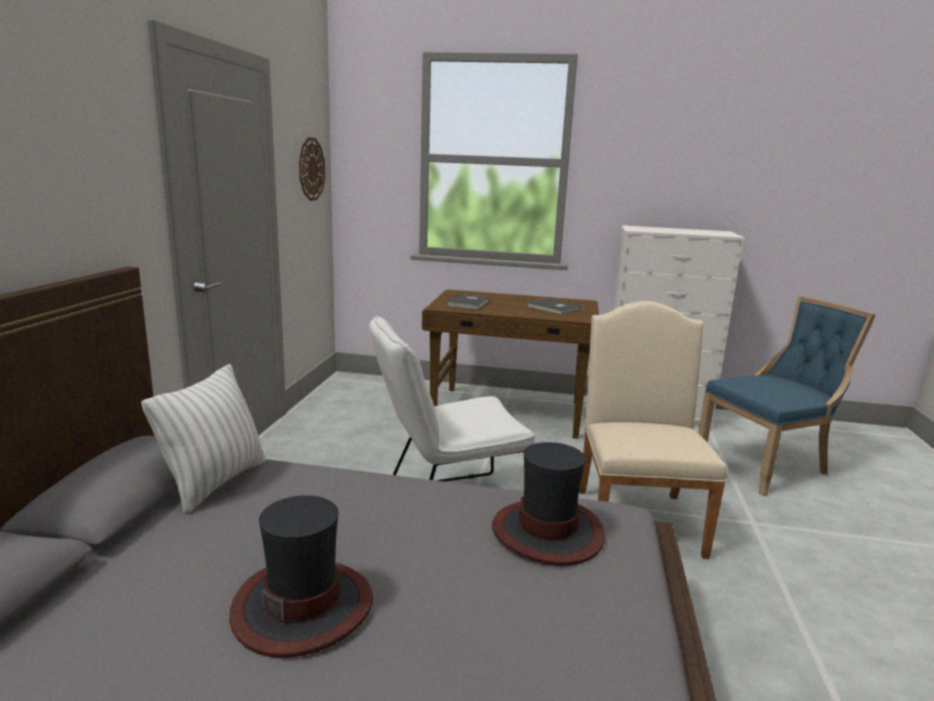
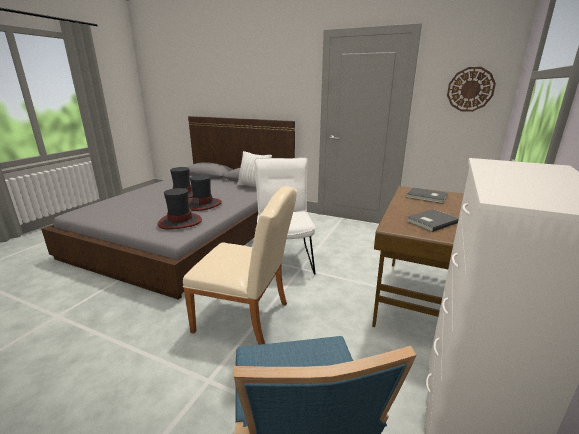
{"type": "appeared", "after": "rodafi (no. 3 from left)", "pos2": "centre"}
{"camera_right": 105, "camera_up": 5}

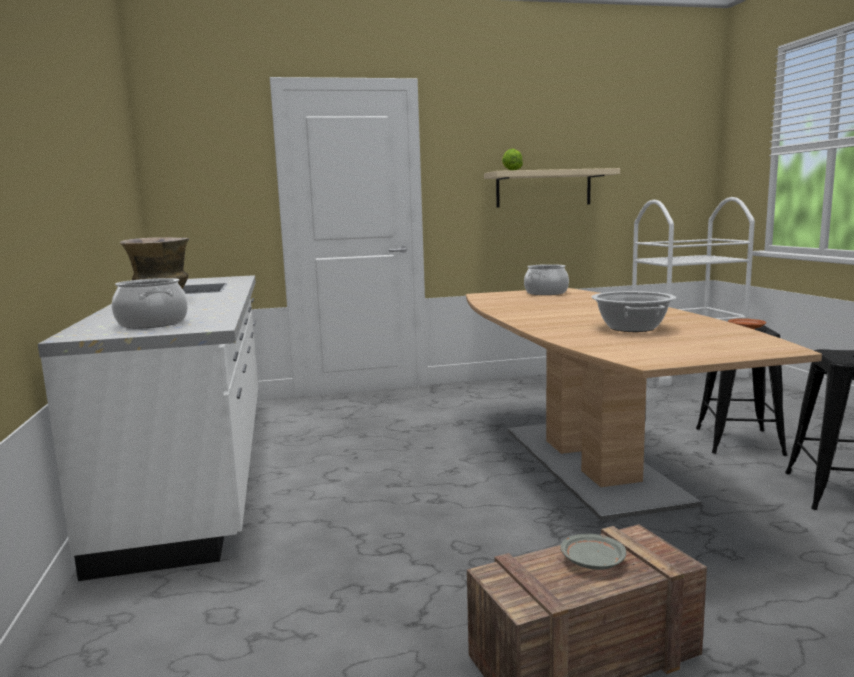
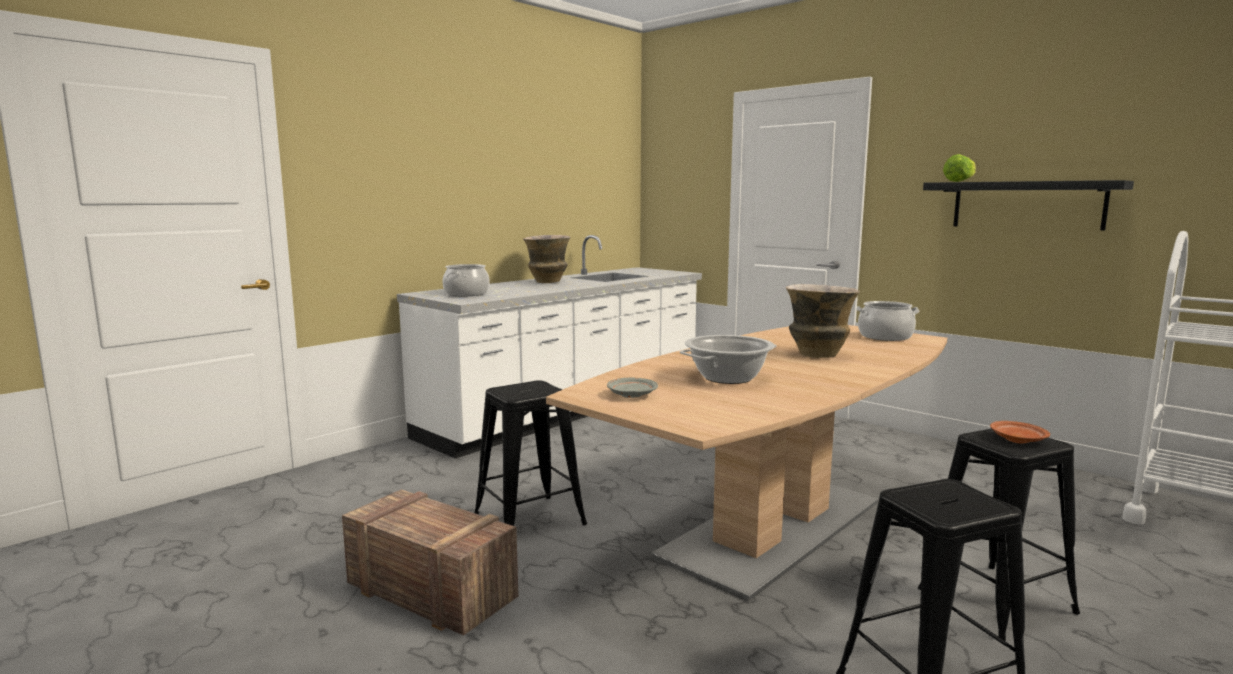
{"type": "colour", "before": "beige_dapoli", "after": "black_dapoli", "pos1": "top centre", "pos2": "top right"}
{"type": "relocated", "before": "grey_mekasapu", "pos1": "bottom right", "pos2": "centre"}
{"type": "appeared", "after": "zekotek (no. 2 from left)", "pos2": "middle right"}
{"type": "appeared", "after": "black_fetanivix (no. 1 from left)", "pos2": "bottom centre"}
{"camera_right": 55, "camera_up": 0}

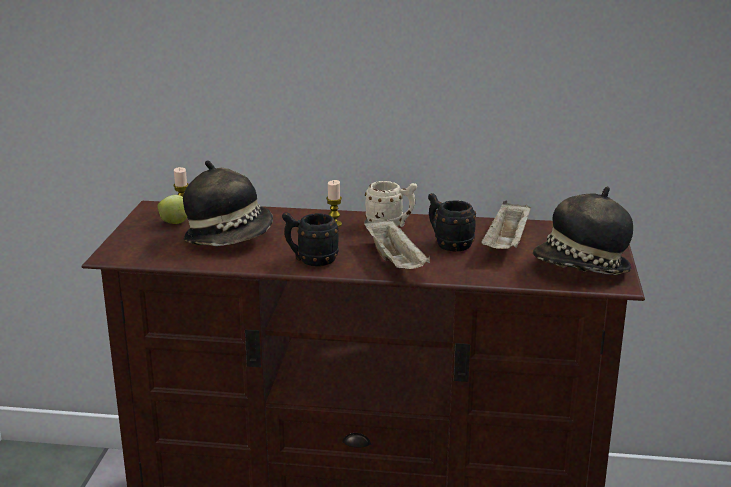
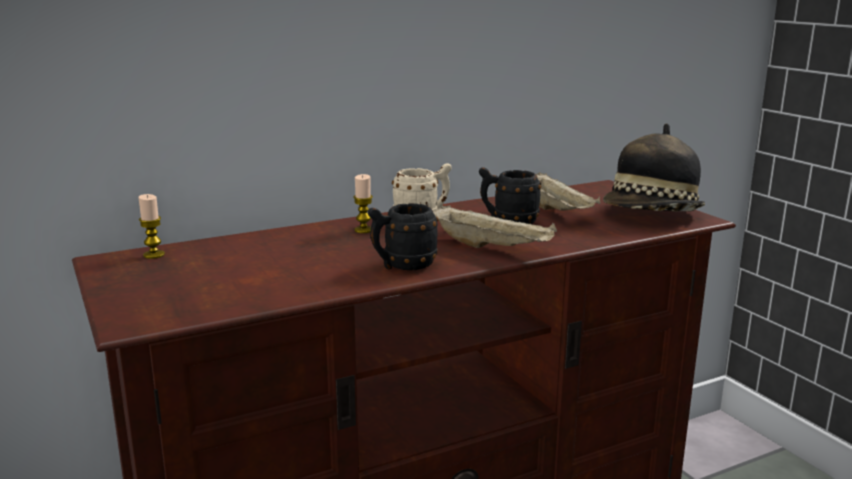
{"type": "missing", "before": "rodafi (no. 1 from left)", "pos1": "middle left"}
{"type": "missing", "before": "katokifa", "pos1": "middle left"}
{"camera_right": -35, "camera_up": -5}

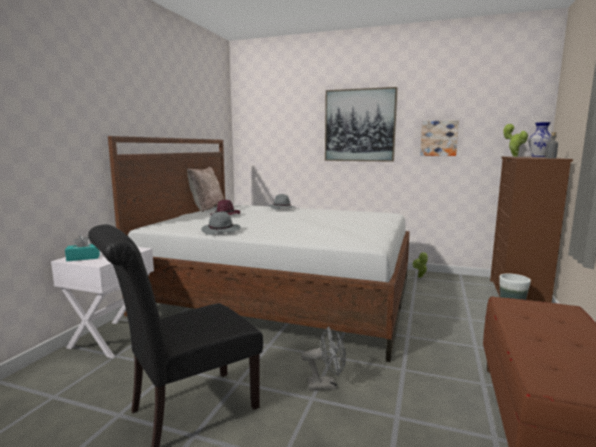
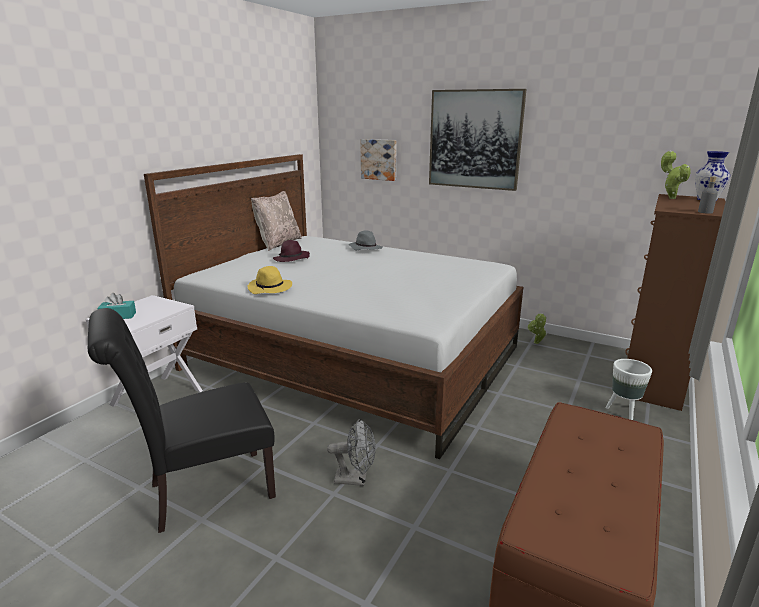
{"type": "relocated", "before": "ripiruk (no. 2 from left in the first image)", "after": "ripiruk (no. 1 from left)", "pos1": "top right", "pos2": "top centre"}
{"type": "colour", "before": "grey_rodafi (no. 1 from left)", "after": "yellow_rodafi", "pos1": "centre", "pos2": "centre"}
{"camera_right": 10, "camera_up": 10}

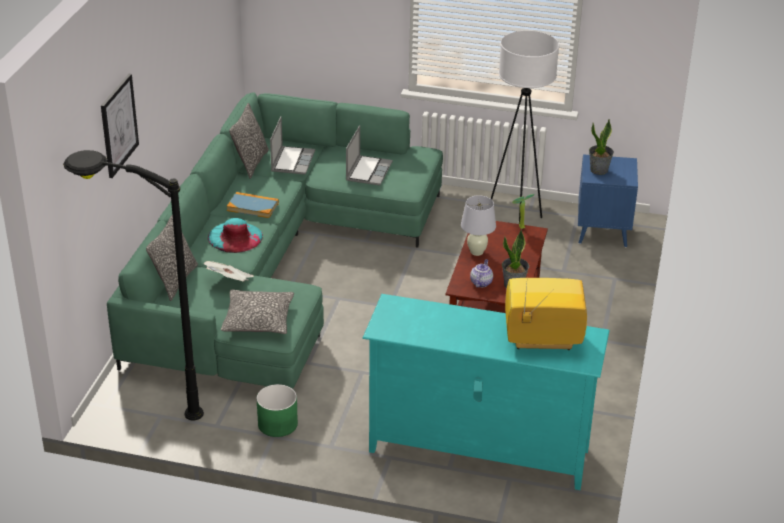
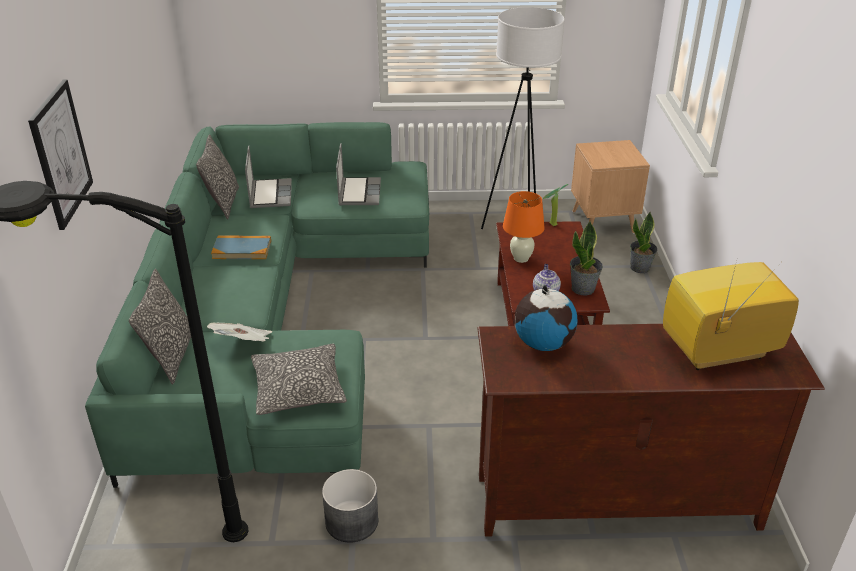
{"type": "relocated", "before": "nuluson (no. 3 from left)", "pos1": "top right", "pos2": "middle right"}
{"type": "colour", "before": "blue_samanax", "after": "brown_samanax", "pos1": "middle right", "pos2": "top right"}
{"type": "colour", "before": "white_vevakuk", "after": "orange_vevakuk", "pos1": "centre", "pos2": "centre"}
{"type": "missing", "before": "turquoise_rodafi", "pos1": "middle left"}
{"type": "colour", "before": "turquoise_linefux", "after": "brown_linefux", "pos1": "bottom centre", "pos2": "bottom right"}
{"type": "colour", "before": "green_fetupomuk", "after": "grey_fetupomuk", "pos1": "bottom centre", "pos2": "bottom centre"}
{"type": "appeared", "after": "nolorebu", "pos2": "centre"}
{"camera_right": -15, "camera_up": 0}

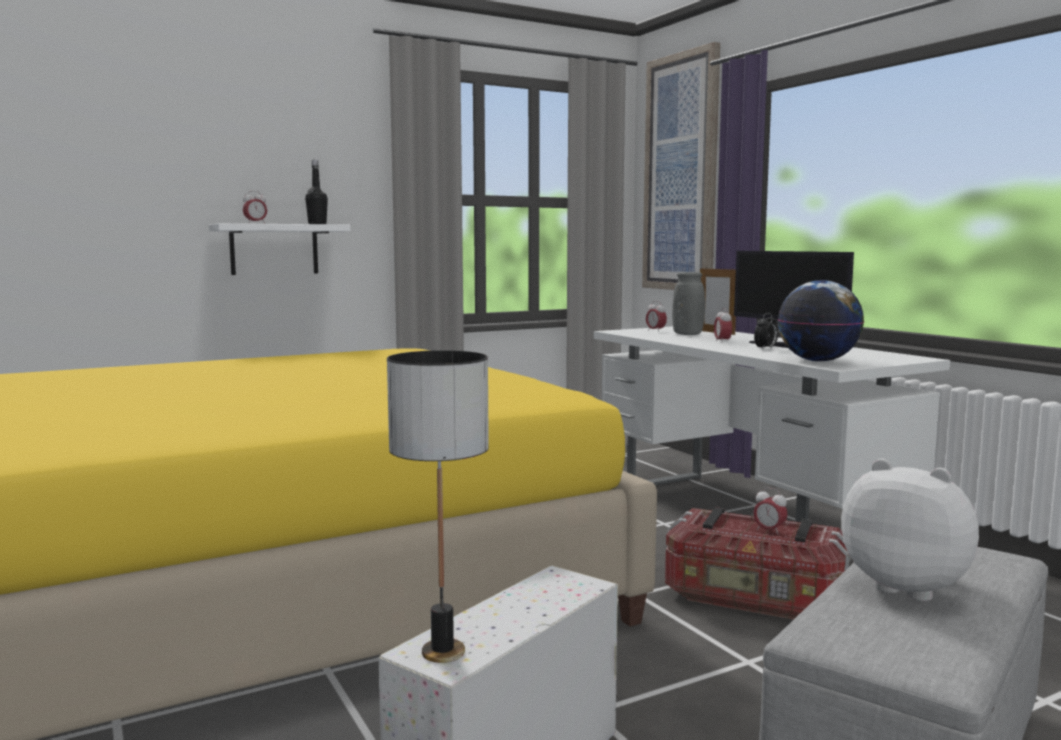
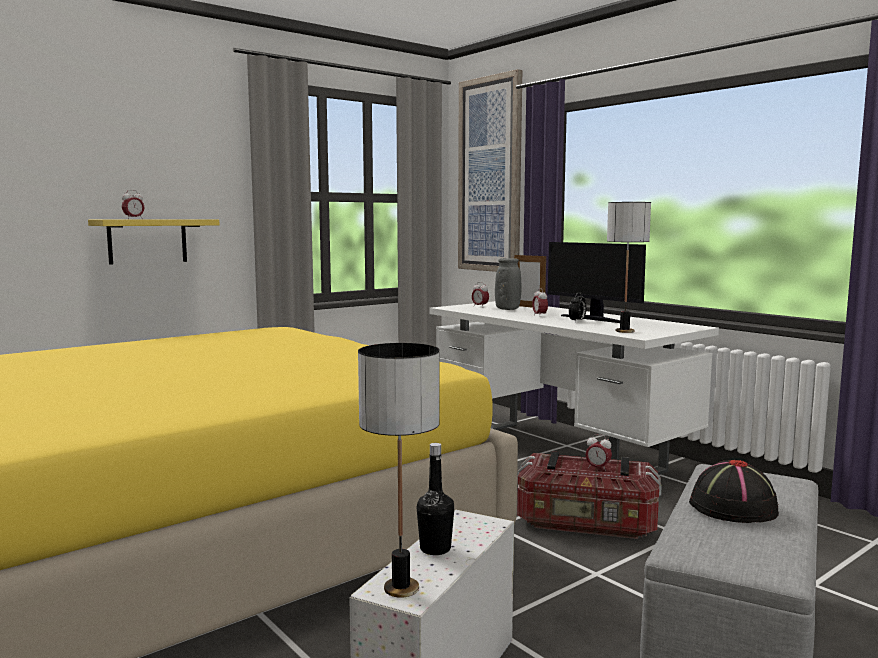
{"type": "relocated", "before": "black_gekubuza", "pos1": "top left", "pos2": "bottom centre"}
{"type": "colour", "before": "white_dapoli", "after": "yellow_dapoli", "pos1": "middle left", "pos2": "middle left"}
{"type": "exchanged", "before": "nolorebu", "after": "vevakuk (no. 2 from left)", "pos1": "middle right", "pos2": "middle right"}
{"type": "exchanged", "before": "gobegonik", "after": "black_rodafi", "pos1": "bottom right", "pos2": "bottom right"}
{"camera_right": -10, "camera_up": 0}

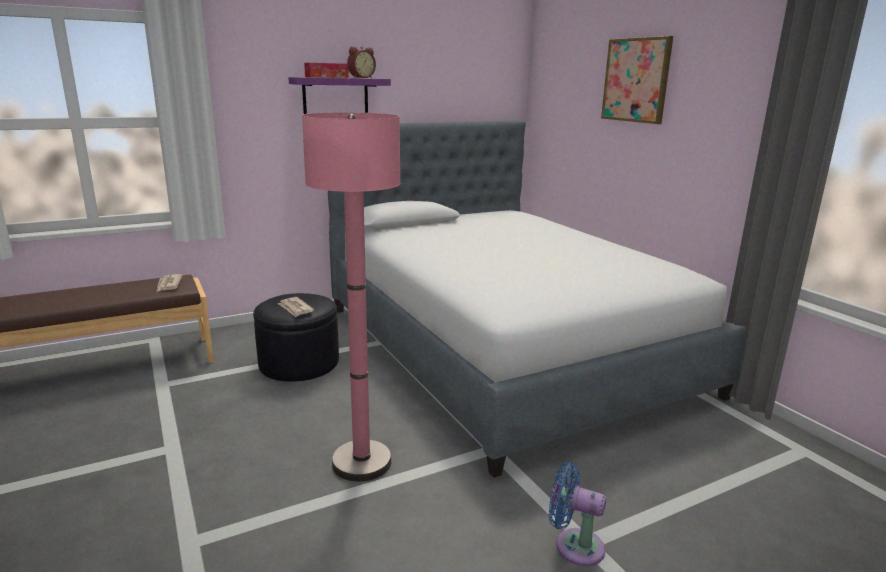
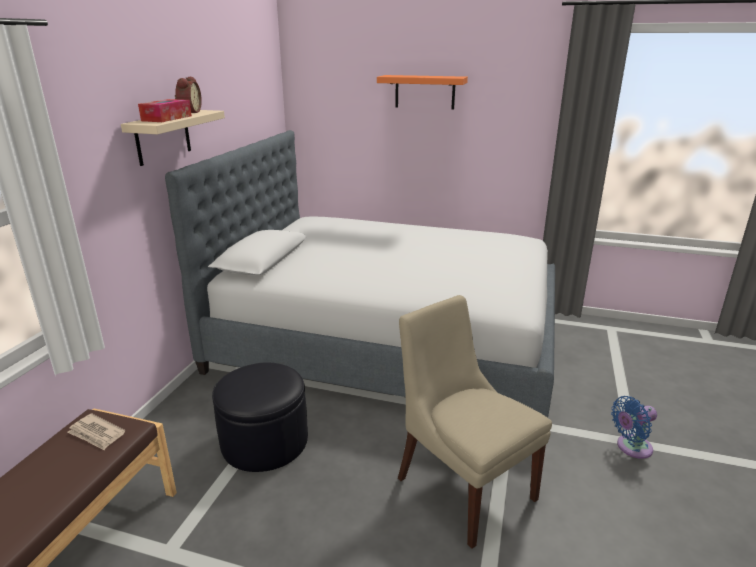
{"type": "exchanged", "before": "ripiruk", "after": "orange_dapoli", "pos1": "top right", "pos2": "top centre"}
{"type": "colour", "before": "purple_dapoli", "after": "beige_dapoli", "pos1": "top centre", "pos2": "top left"}
{"type": "exchanged", "before": "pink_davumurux", "after": "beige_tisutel", "pos1": "centre", "pos2": "bottom centre"}
{"type": "missing", "before": "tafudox (no. 2 from left)", "pos1": "centre"}
{"camera_right": -45, "camera_up": 5}

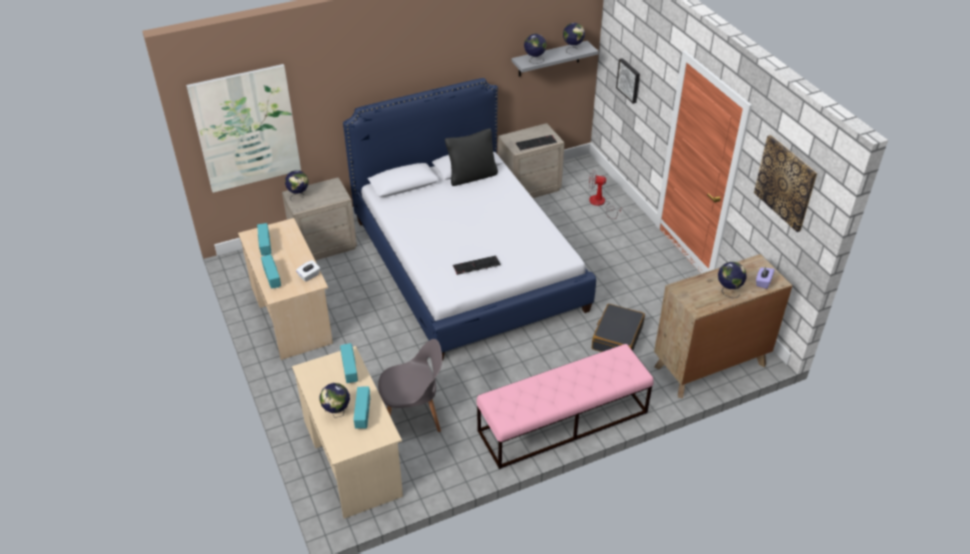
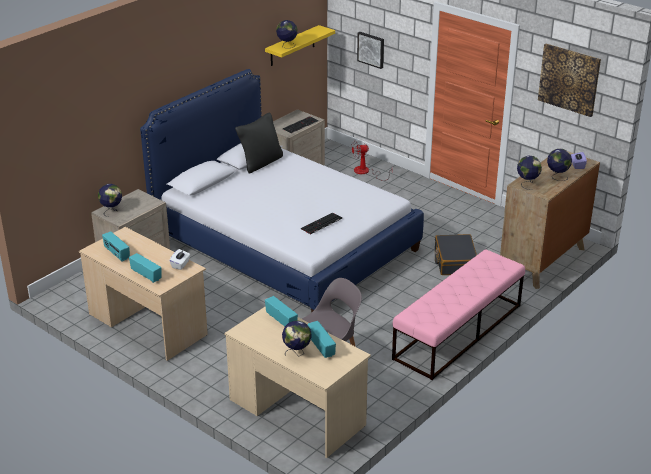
{"type": "relocated", "before": "nolorebu (no. 4 from left)", "pos1": "top centre", "pos2": "middle right"}
{"type": "colour", "before": "grey_dapoli", "after": "yellow_dapoli", "pos1": "top centre", "pos2": "top centre"}
{"type": "missing", "before": "ripiruk (no. 1 from left)", "pos1": "top left"}
{"camera_right": -25, "camera_up": -10}

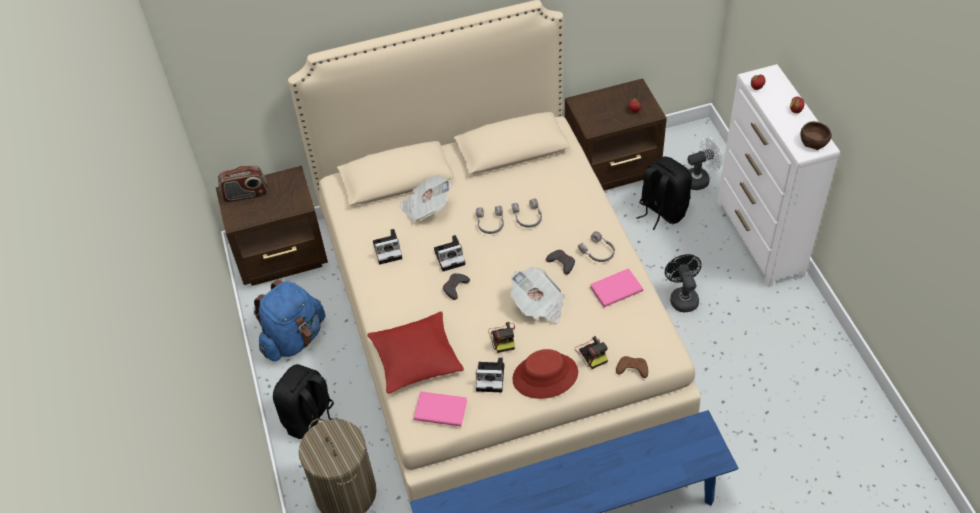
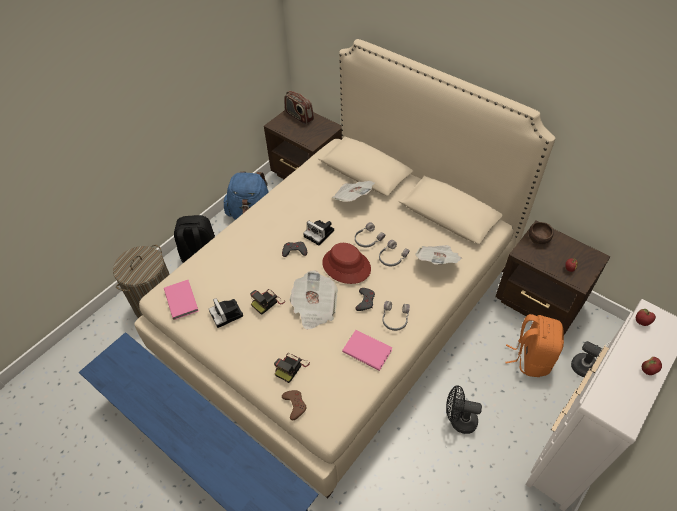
{"type": "relocated", "before": "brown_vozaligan", "pos1": "top right", "pos2": "middle right"}
{"type": "colour", "before": "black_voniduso (no. 2 from left)", "after": "orange_voniduso", "pos1": "middle right", "pos2": "bottom right"}
{"type": "missing", "before": "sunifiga (no. 1 from left)", "pos1": "centre"}
{"type": "spun", "before": "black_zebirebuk", "pos1": "middle right", "pos2": "bottom right", "turn": -120}
{"type": "missing", "before": "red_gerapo", "pos1": "bottom centre"}
{"type": "relocated", "before": "red_rodafi", "pos1": "bottom centre", "pos2": "centre"}
{"type": "appeared", "after": "tafudox (no. 3 from left)", "pos2": "centre"}
{"camera_right": 55, "camera_up": 0}

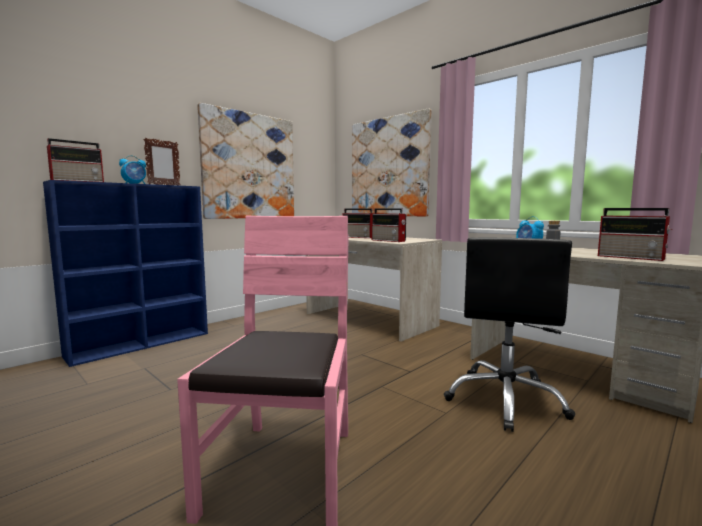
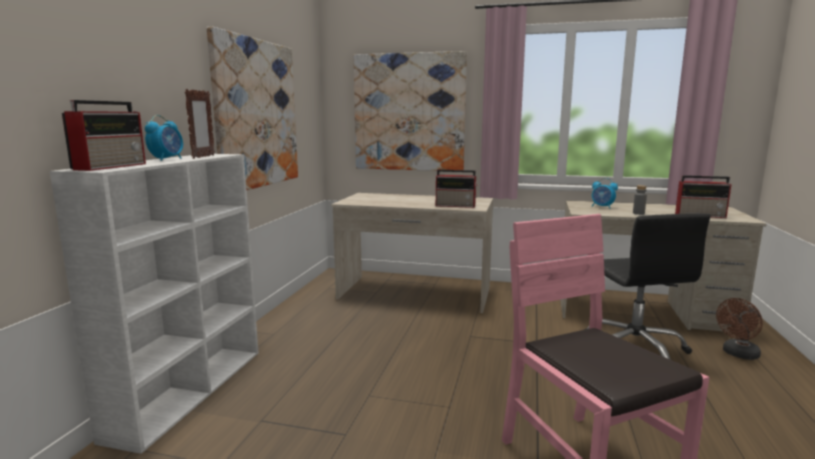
{"type": "colour", "before": "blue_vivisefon", "after": "white_vivisefon", "pos1": "middle left", "pos2": "middle left"}
{"type": "missing", "before": "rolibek (no. 2 from left)", "pos1": "centre"}
{"type": "appeared", "after": "brown_zebirebuk", "pos2": "bottom right"}
{"camera_right": -30, "camera_up": 5}

